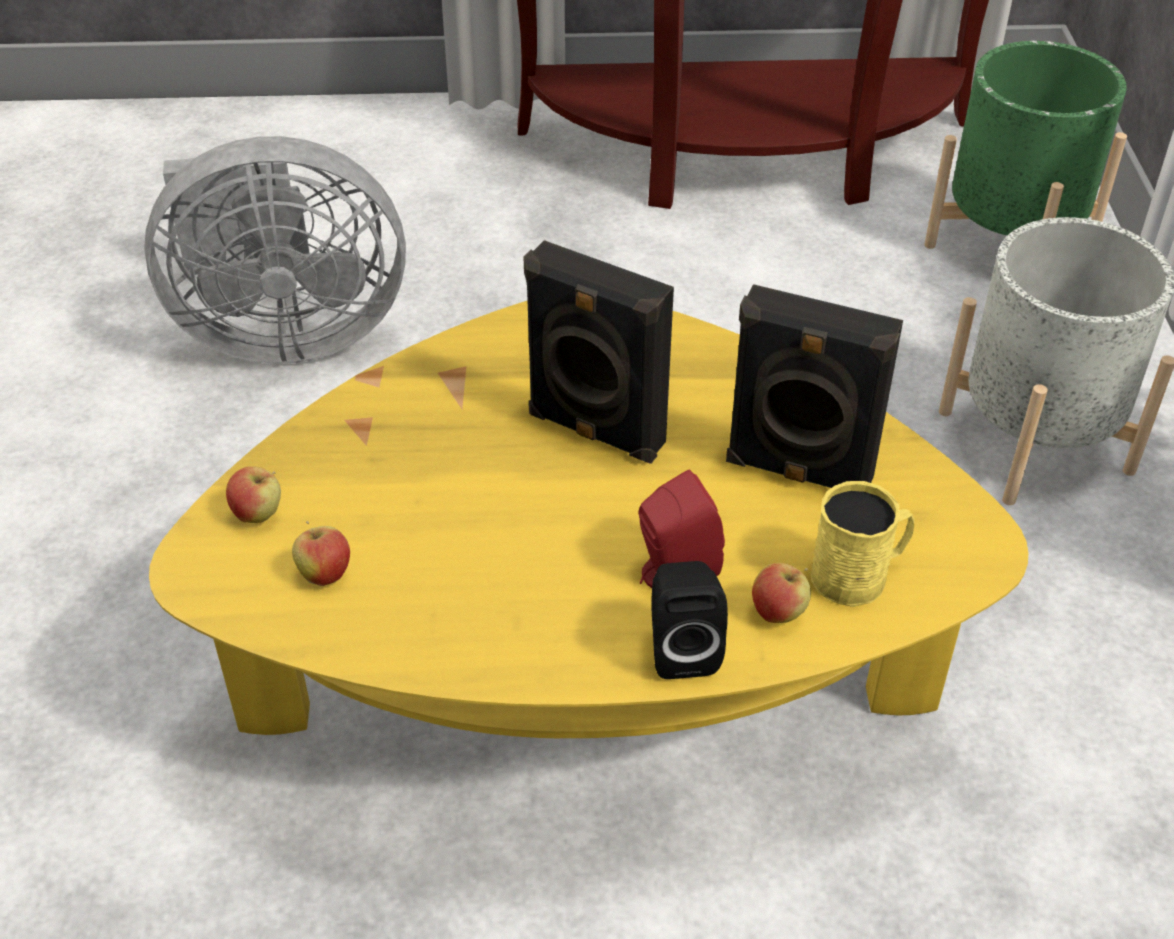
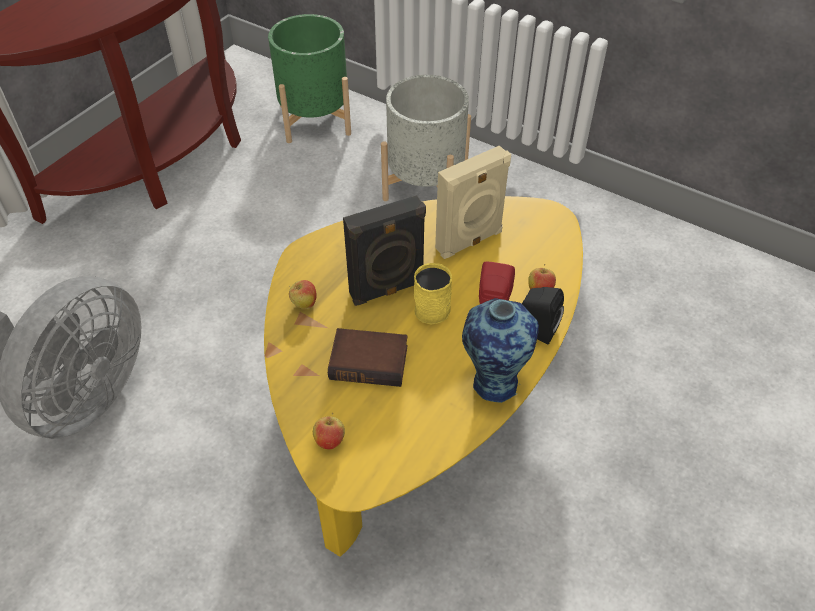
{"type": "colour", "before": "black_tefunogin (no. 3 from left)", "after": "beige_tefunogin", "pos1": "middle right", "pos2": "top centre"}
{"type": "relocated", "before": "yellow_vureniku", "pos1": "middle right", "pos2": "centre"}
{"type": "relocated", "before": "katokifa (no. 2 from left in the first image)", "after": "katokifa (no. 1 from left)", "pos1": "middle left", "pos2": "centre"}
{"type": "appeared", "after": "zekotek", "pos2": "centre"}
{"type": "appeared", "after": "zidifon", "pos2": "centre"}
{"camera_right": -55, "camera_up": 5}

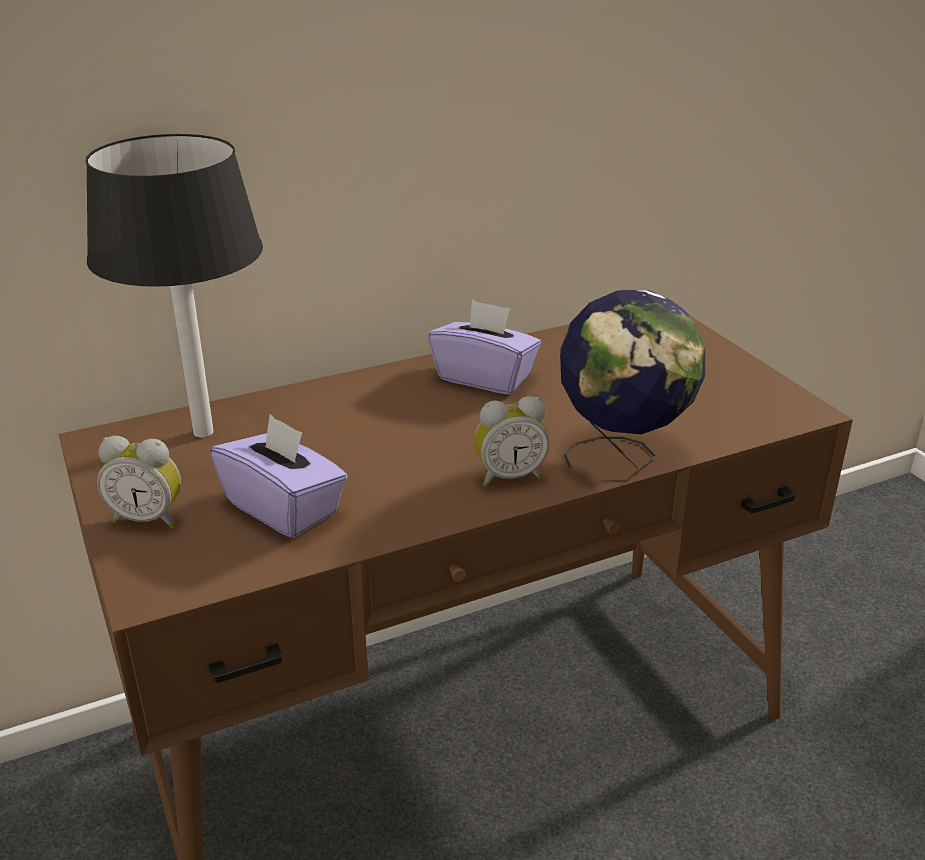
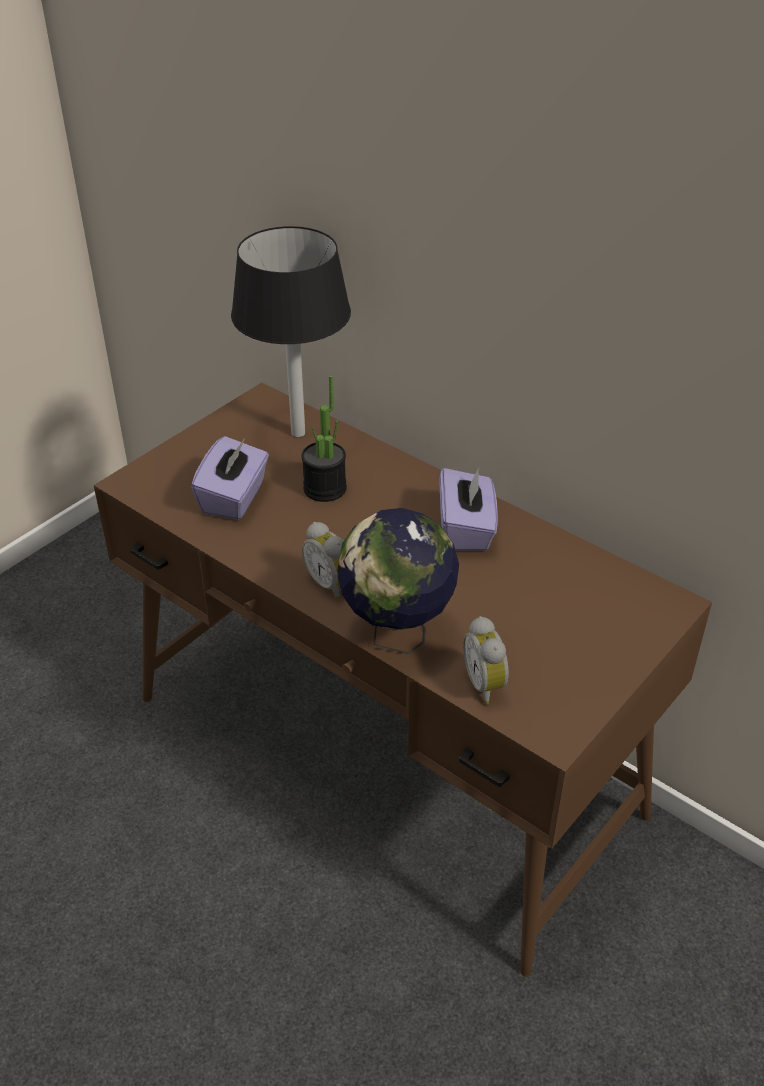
{"type": "relocated", "before": "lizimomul (no. 1 from left in the first image)", "after": "lizimomul (no. 2 from left)", "pos1": "middle left", "pos2": "centre"}
{"type": "appeared", "after": "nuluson", "pos2": "centre"}
{"camera_right": 65, "camera_up": 10}

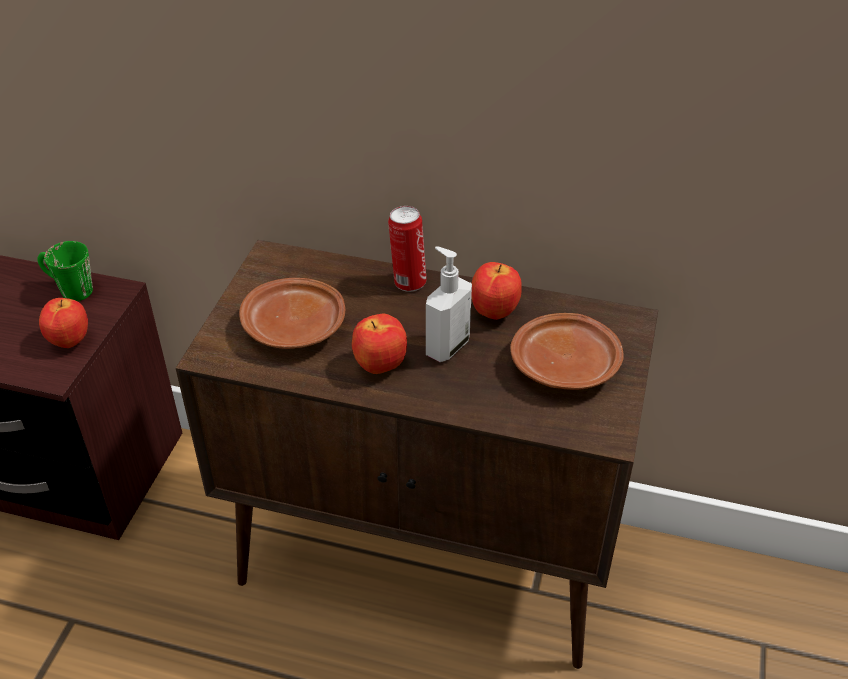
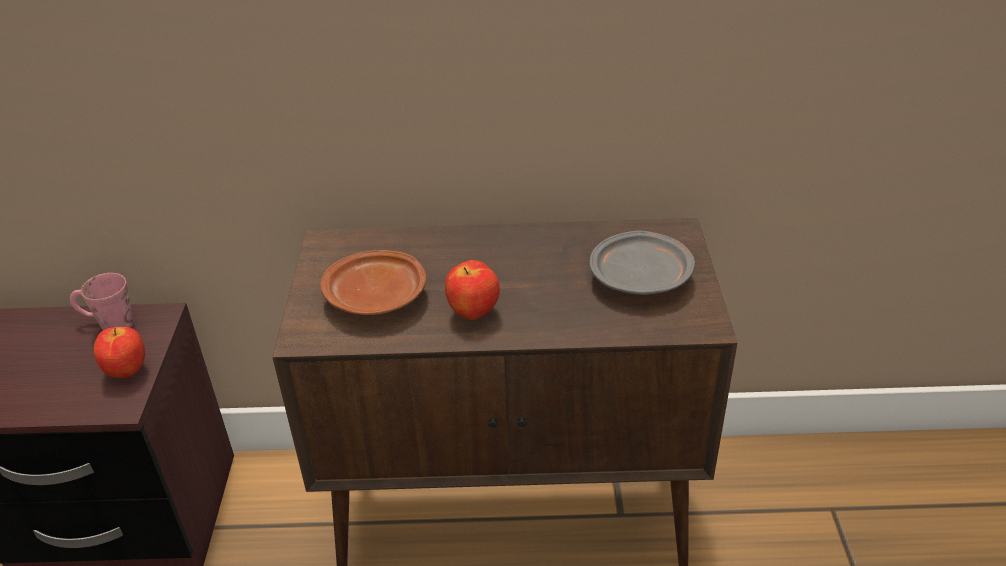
{"type": "missing", "before": "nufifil", "pos1": "centre"}
{"type": "colour", "before": "green_vureniku", "after": "pink_vureniku", "pos1": "middle left", "pos2": "middle left"}
{"type": "missing", "before": "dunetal", "pos1": "centre"}
{"type": "missing", "before": "katokifa (no. 3 from left)", "pos1": "centre"}
{"type": "colour", "before": "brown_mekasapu (no. 2 from left)", "after": "grey_mekasapu", "pos1": "middle right", "pos2": "centre"}
{"camera_right": -15, "camera_up": -5}

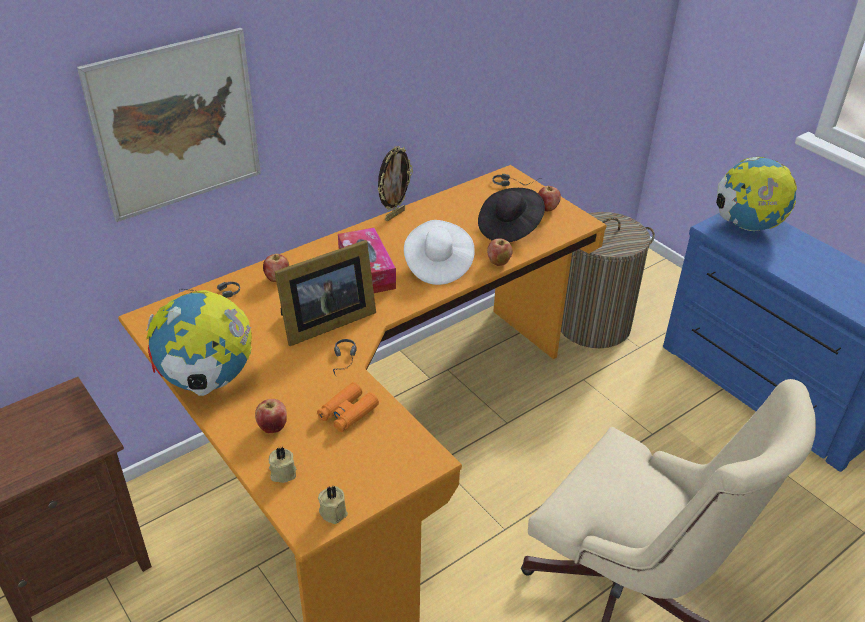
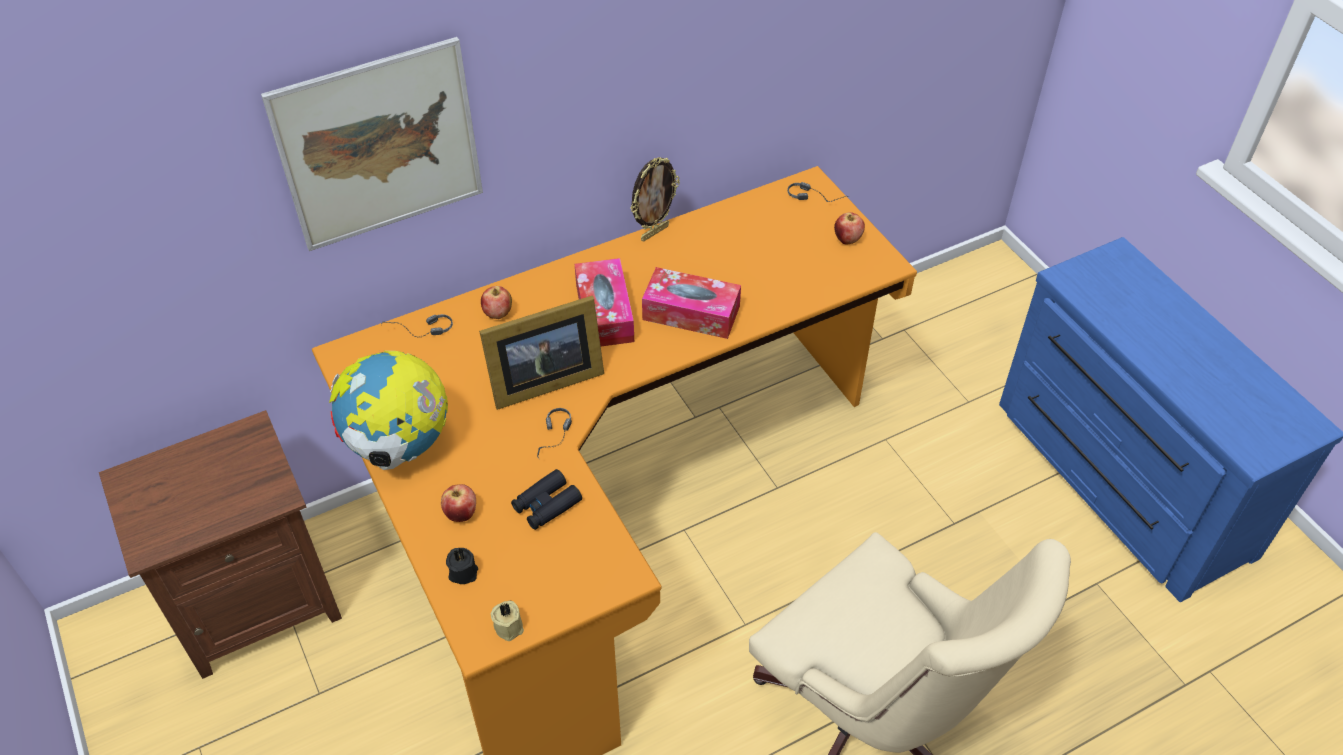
{"type": "missing", "before": "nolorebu (no. 2 from left)", "pos1": "top right"}
{"type": "missing", "before": "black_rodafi", "pos1": "centre"}
{"type": "missing", "before": "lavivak", "pos1": "middle right"}
{"type": "exchanged", "before": "white_rodafi", "after": "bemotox (no. 2 from left)", "pos1": "centre", "pos2": "centre"}
{"type": "missing", "before": "katokifa (no. 3 from left)", "pos1": "centre"}
{"type": "colour", "before": "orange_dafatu", "after": "black_dafatu", "pos1": "centre", "pos2": "centre"}
{"type": "colour", "before": "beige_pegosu (no. 1 from left)", "after": "black_pegosu", "pos1": "bottom left", "pos2": "bottom centre"}
{"camera_right": 10, "camera_up": 10}

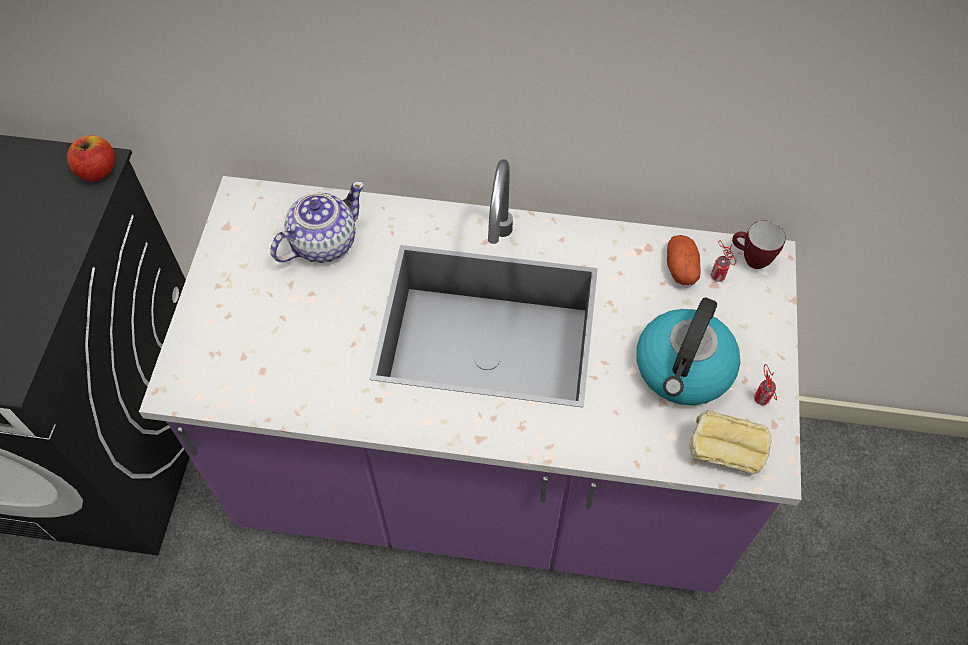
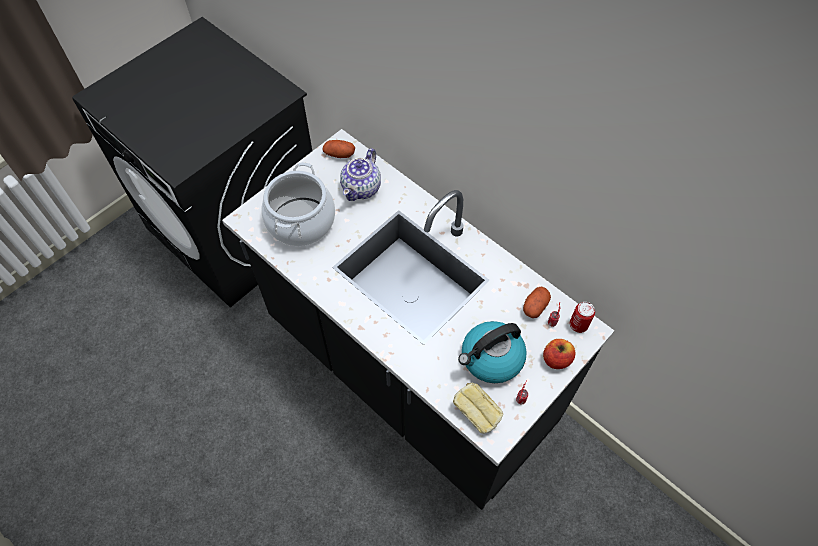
{"type": "relocated", "before": "katokifa", "pos1": "top left", "pos2": "middle right"}
{"type": "colour", "before": "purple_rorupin", "after": "black_rorupin", "pos1": "centre", "pos2": "centre"}
{"type": "spun", "before": "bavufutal", "pos1": "middle left", "pos2": "top centre", "turn": 120}
{"type": "exchanged", "before": "vureniku", "after": "nufifil (no. 3 from left)", "pos1": "middle right", "pos2": "middle right"}
{"type": "appeared", "after": "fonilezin (no. 1 from left)", "pos2": "top centre"}
{"type": "appeared", "after": "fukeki", "pos2": "centre"}
{"camera_right": 35, "camera_up": 0}

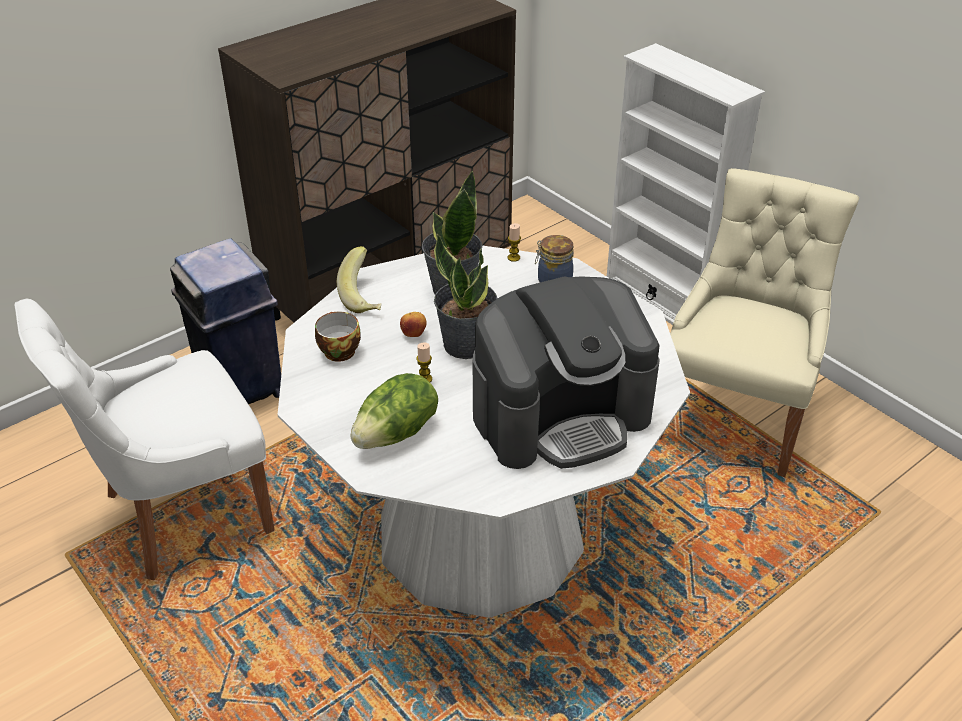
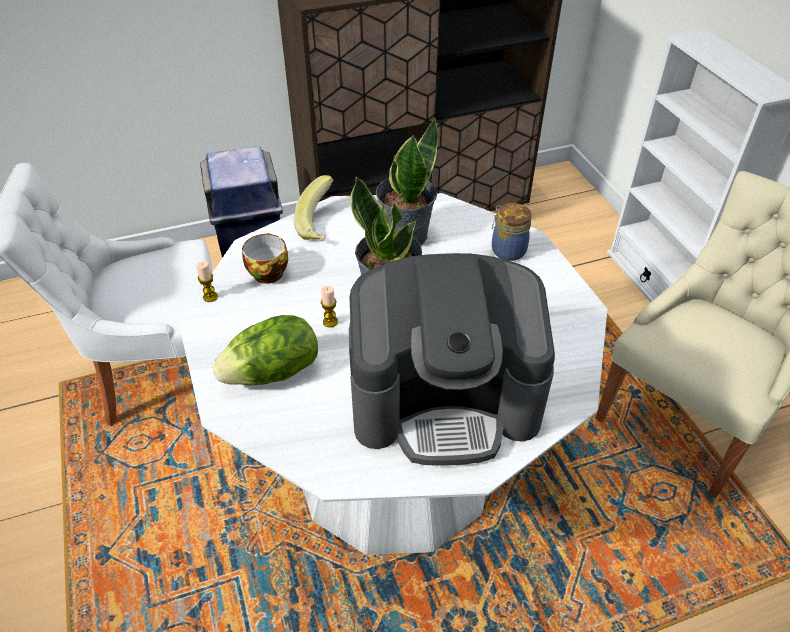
{"type": "relocated", "before": "pegosu (no. 2 from left in the first image)", "after": "pegosu (no. 1 from left)", "pos1": "centre", "pos2": "middle left"}
{"type": "missing", "before": "katokifa", "pos1": "centre"}
{"camera_right": 20, "camera_up": 5}

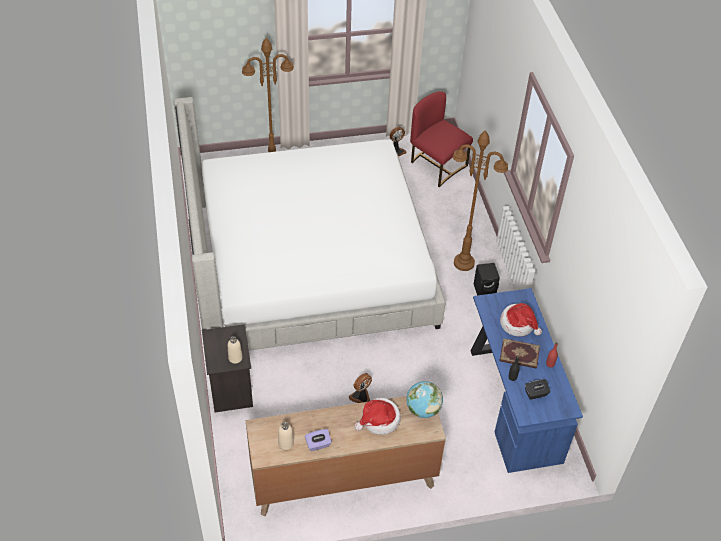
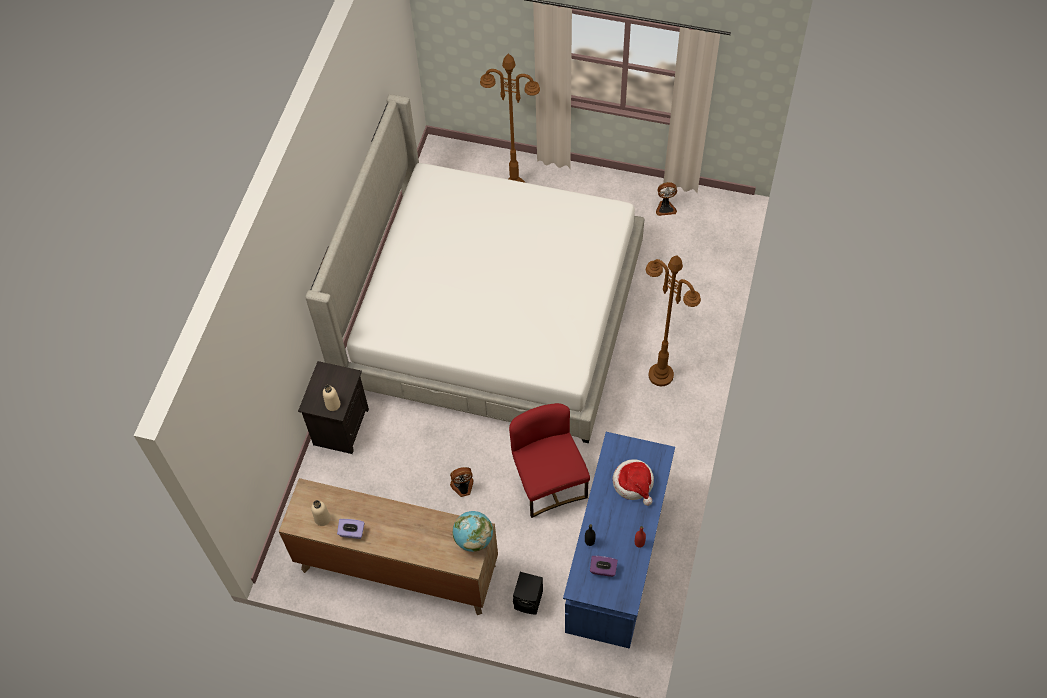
{"type": "relocated", "before": "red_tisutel", "pos1": "top centre", "pos2": "centre"}
{"type": "relocated", "before": "black_tefunogin", "pos1": "middle right", "pos2": "bottom centre"}
{"type": "missing", "before": "zidifon", "pos1": "middle right"}
{"type": "colour", "before": "black_bemotox", "after": "purple_bemotox (no. 2 from left)", "pos1": "bottom right", "pos2": "bottom centre"}
{"type": "missing", "before": "rodafi (no. 1 from left)", "pos1": "bottom centre"}
{"camera_right": 30, "camera_up": 10}

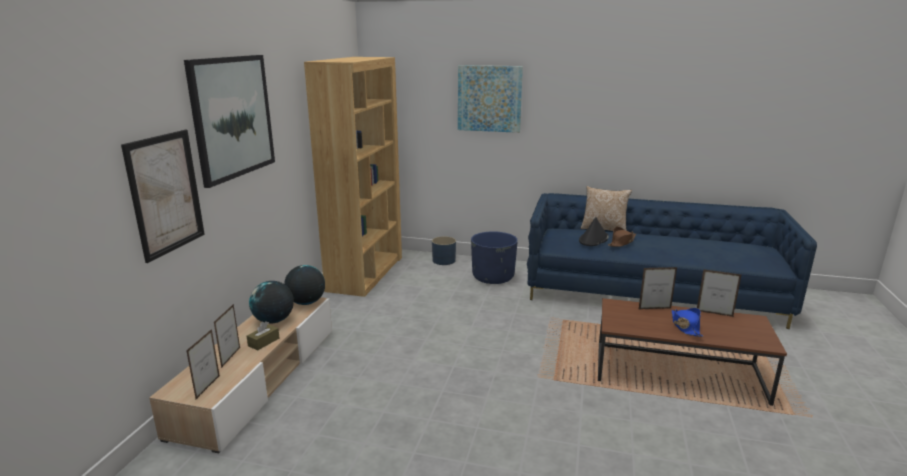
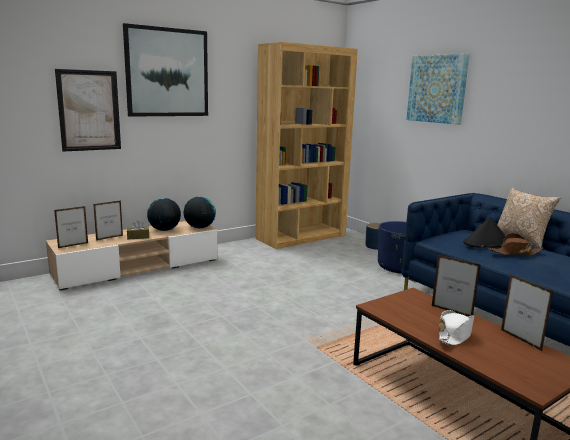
{"type": "colour", "before": "blue_rodafi", "after": "white_rodafi", "pos1": "bottom right", "pos2": "bottom right"}
{"camera_right": 40, "camera_up": -5}

